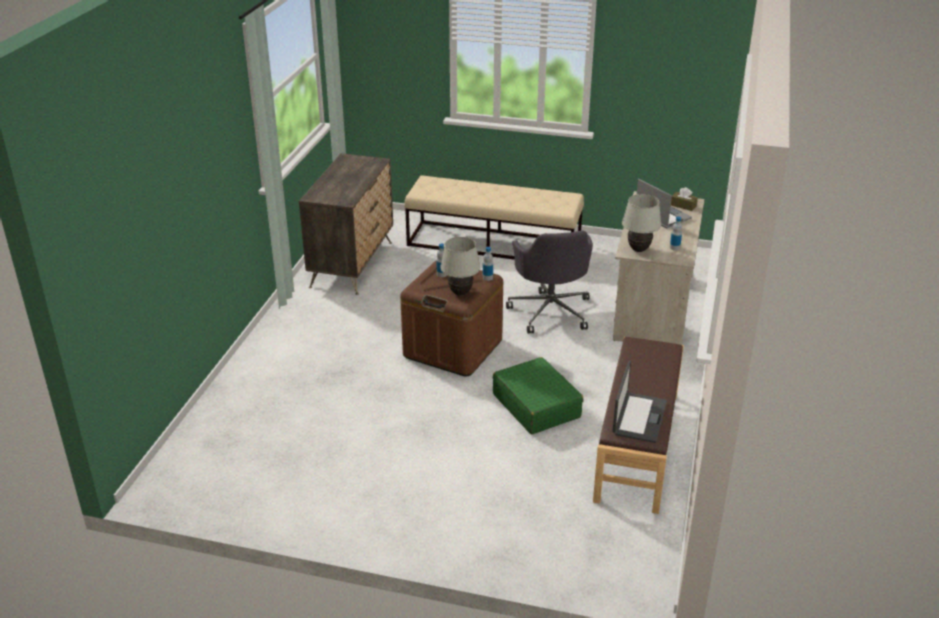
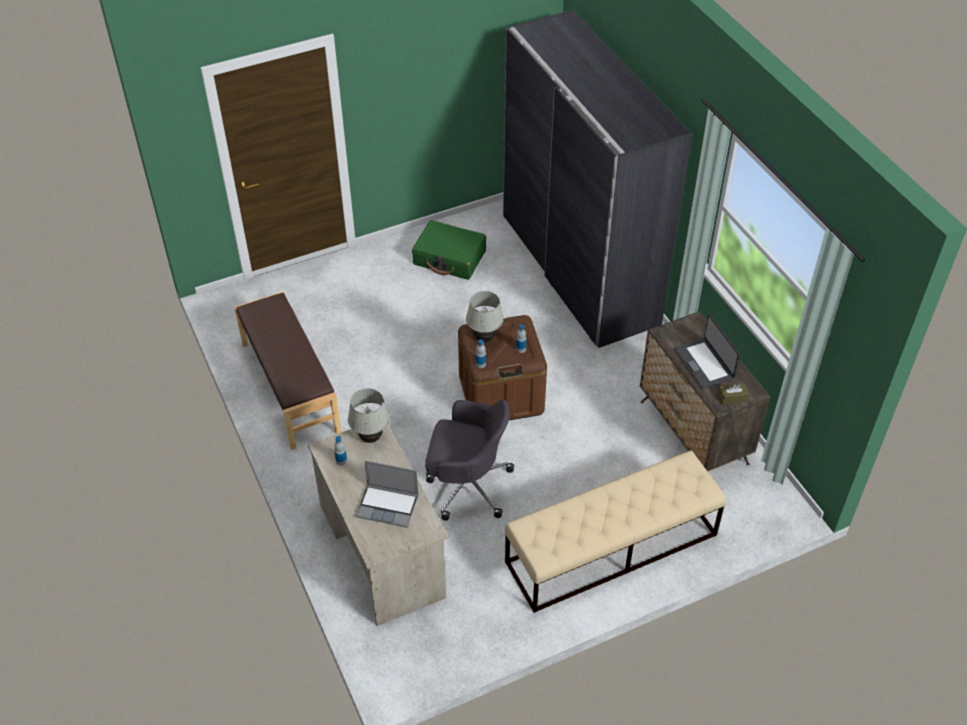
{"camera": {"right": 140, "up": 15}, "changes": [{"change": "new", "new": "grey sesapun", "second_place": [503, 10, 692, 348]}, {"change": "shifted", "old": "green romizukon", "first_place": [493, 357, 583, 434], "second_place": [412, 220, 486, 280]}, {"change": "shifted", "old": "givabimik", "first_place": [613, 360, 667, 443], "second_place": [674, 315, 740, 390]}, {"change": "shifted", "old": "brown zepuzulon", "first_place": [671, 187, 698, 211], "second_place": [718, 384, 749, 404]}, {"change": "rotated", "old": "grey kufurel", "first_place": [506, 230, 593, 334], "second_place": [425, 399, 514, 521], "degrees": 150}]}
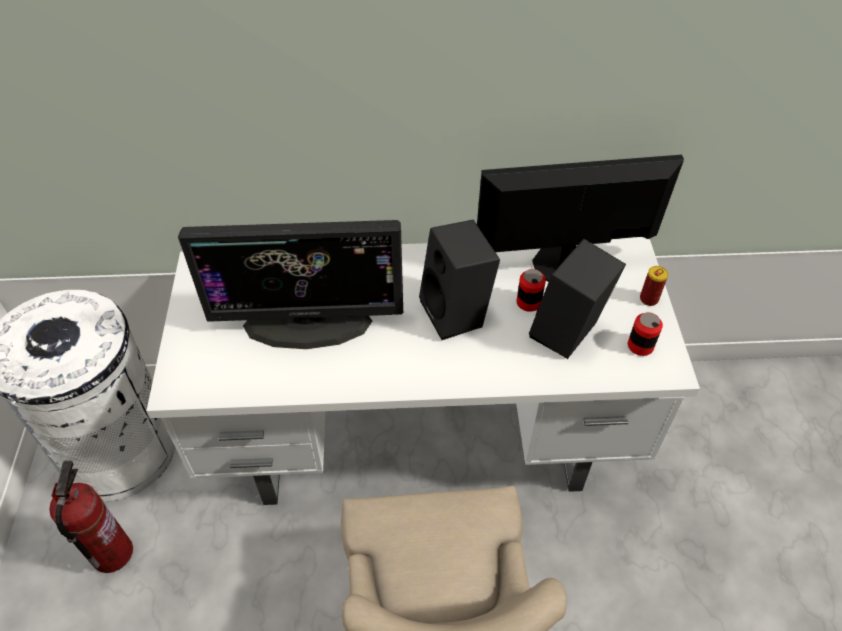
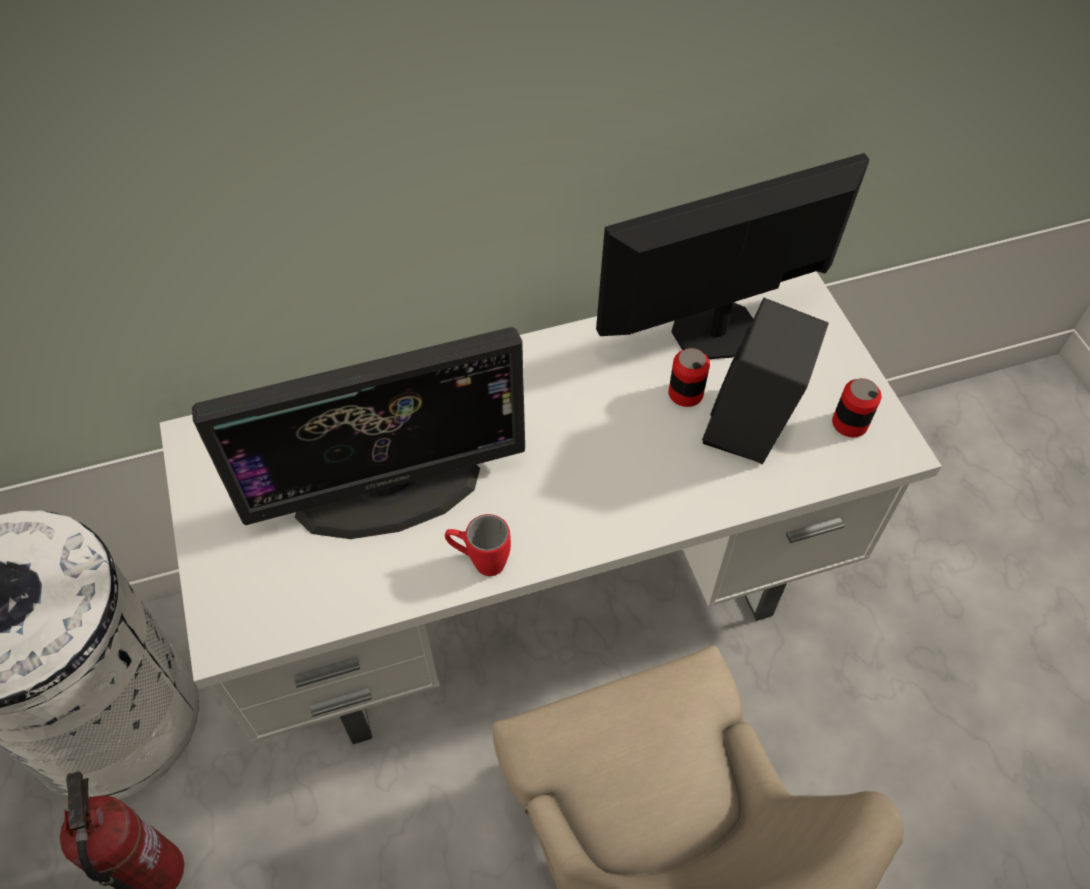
{"camera": {"right": -15, "up": 5}, "changes": [{"change": "gone", "old": "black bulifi", "first_place": [419, 220, 500, 340]}, {"change": "gone", "old": "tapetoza", "first_place": [640, 266, 668, 306]}, {"change": "new", "new": "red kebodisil", "second_place": [445, 514, 511, 576]}]}
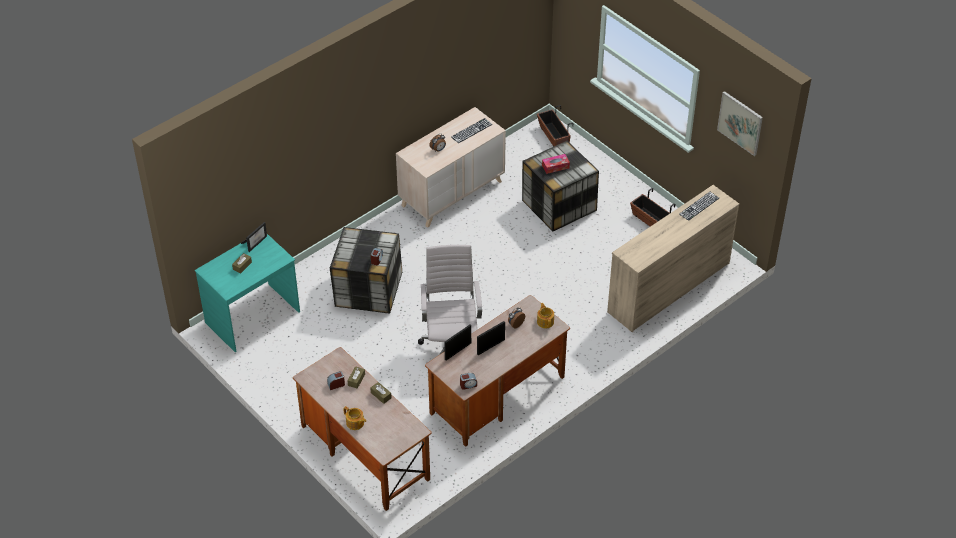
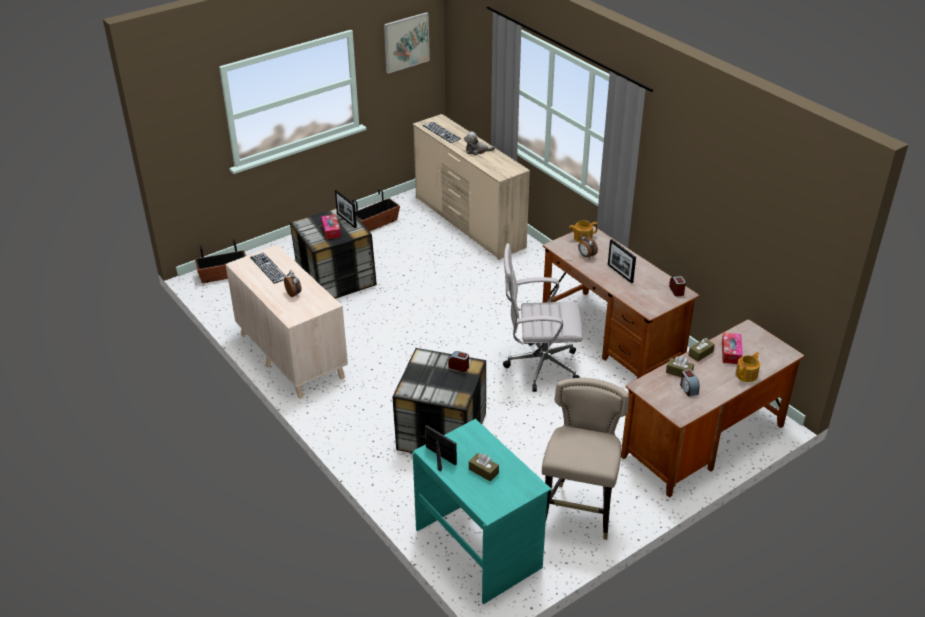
{"camera": {"right": -85, "up": -10}, "changes": [{"change": "new", "new": "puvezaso", "second_place": [464, 131, 495, 155]}, {"change": "new", "new": "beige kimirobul", "second_place": [542, 378, 629, 540]}, {"change": "new", "new": "zepuzulon", "second_place": [722, 332, 743, 364]}, {"change": "shifted", "old": "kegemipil", "first_place": [444, 325, 471, 361], "second_place": [335, 190, 357, 228]}]}
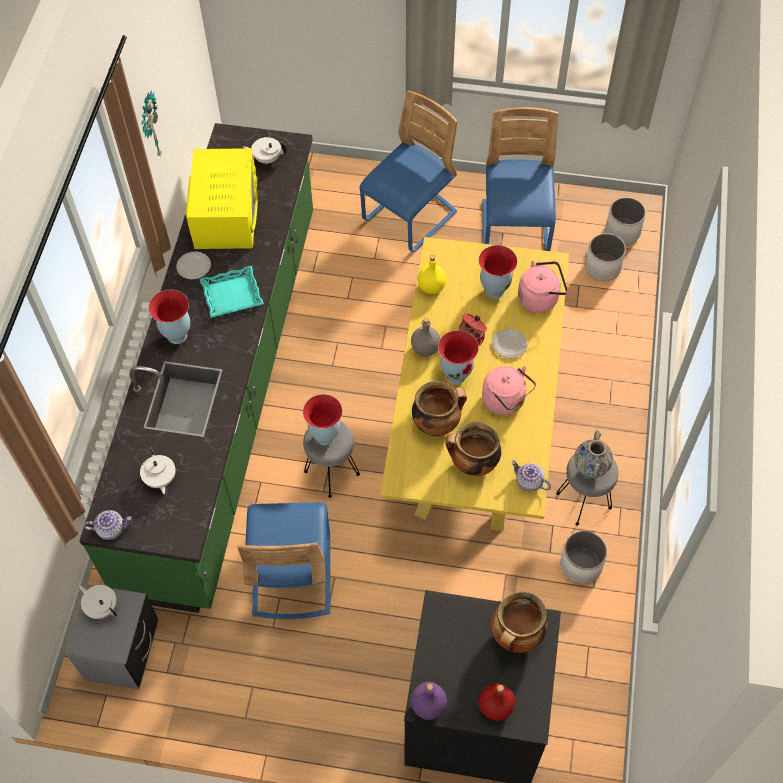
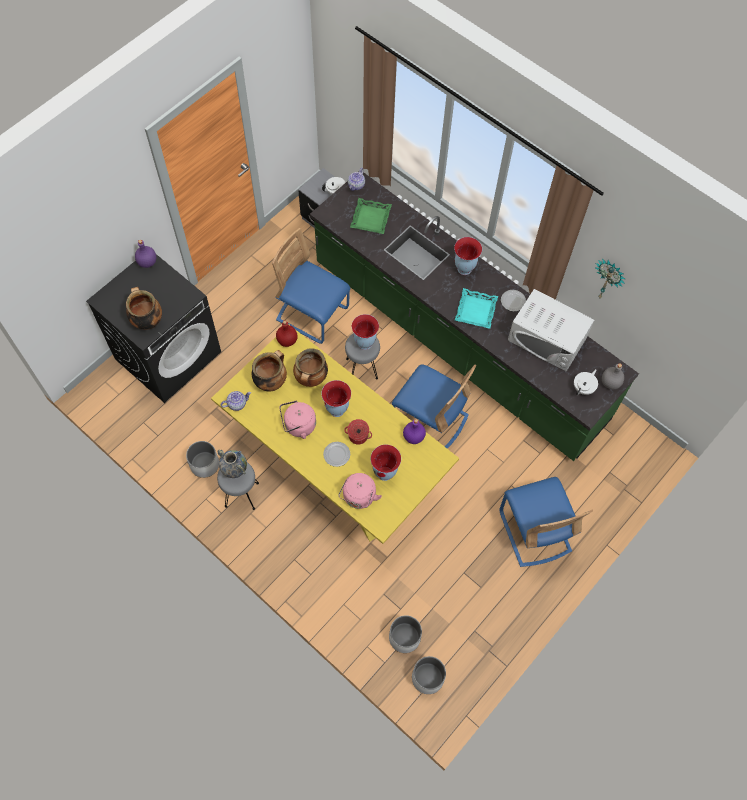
{"camera": {"right": 120, "up": 5}, "changes": [{"change": "shifted", "old": "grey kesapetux", "first_place": [411, 318, 440, 356], "second_place": [602, 363, 624, 389]}, {"change": "shifted", "old": "red kesapetux", "first_place": [479, 683, 515, 721], "second_place": [276, 321, 298, 347]}, {"change": "shifted", "old": "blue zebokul", "first_place": [483, 107, 558, 251], "second_place": [392, 364, 476, 448]}, {"change": "swapped", "old": "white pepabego", "new": "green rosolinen", "first_place": [140, 447, 175, 494], "second_place": [350, 198, 392, 234]}, {"change": "repainted", "old": "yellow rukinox", "new": "white rukinox", "first_place": [186, 148, 258, 249], "second_place": [508, 289, 594, 371]}, {"change": "repainted", "old": "yellow kesapetux", "new": "purple kesapetux", "first_place": [418, 255, 446, 294], "second_place": [403, 419, 426, 444]}]}
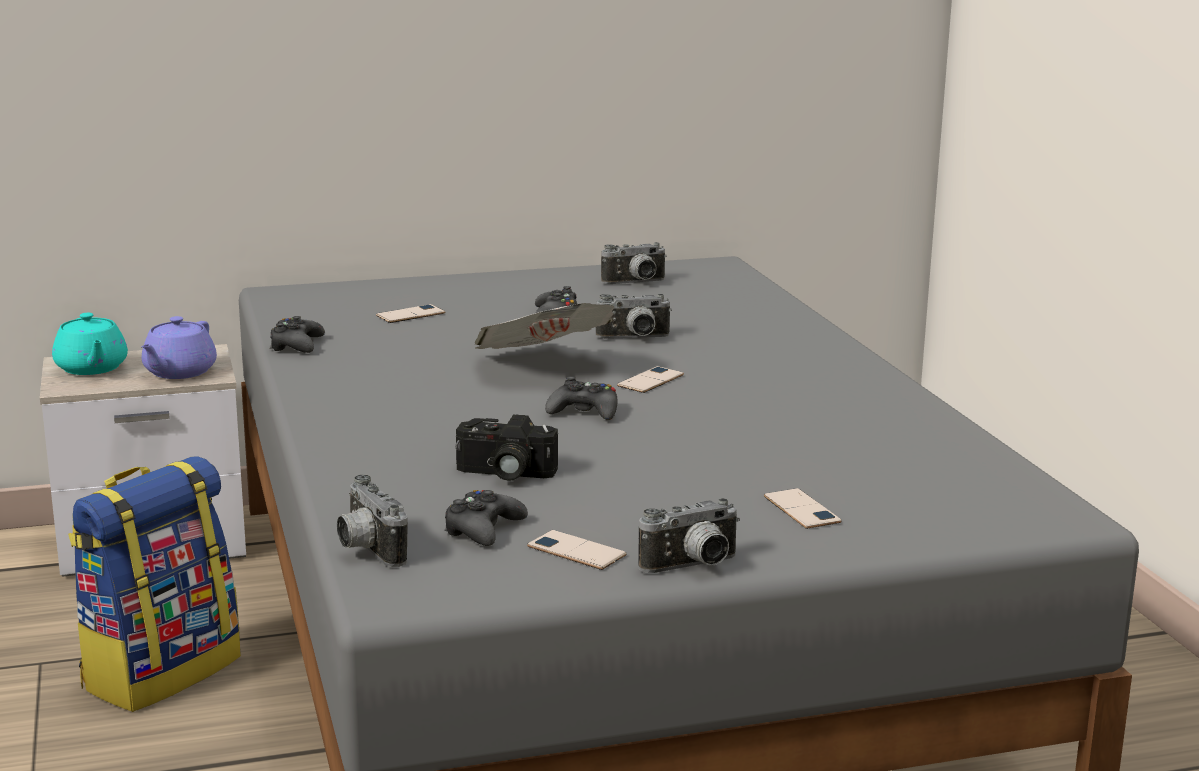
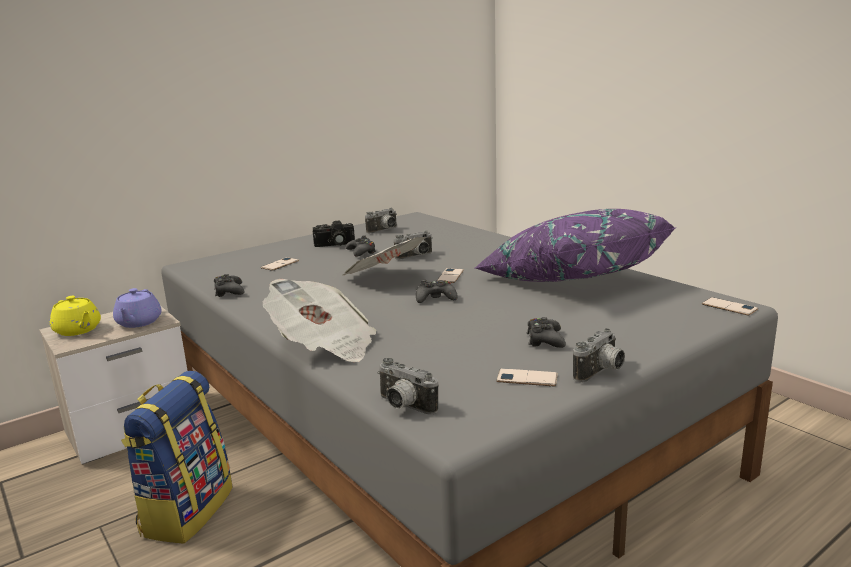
{"camera": {"right": -20, "up": 0}, "changes": [{"change": "new", "new": "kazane", "second_place": [263, 279, 377, 362]}, {"change": "new", "new": "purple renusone", "second_place": [474, 209, 675, 282]}, {"change": "shifted", "old": "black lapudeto", "first_place": [444, 490, 528, 546], "second_place": [526, 317, 566, 348]}, {"change": "shifted", "old": "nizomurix", "first_place": [456, 415, 558, 481], "second_place": [312, 220, 355, 247]}, {"change": "shifted", "old": "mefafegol", "first_place": [764, 488, 842, 529], "second_place": [702, 297, 758, 316]}, {"change": "repainted", "old": "turquoise pepabego", "new": "yellow pepabego", "first_place": [52, 313, 128, 375], "second_place": [50, 296, 101, 336]}]}
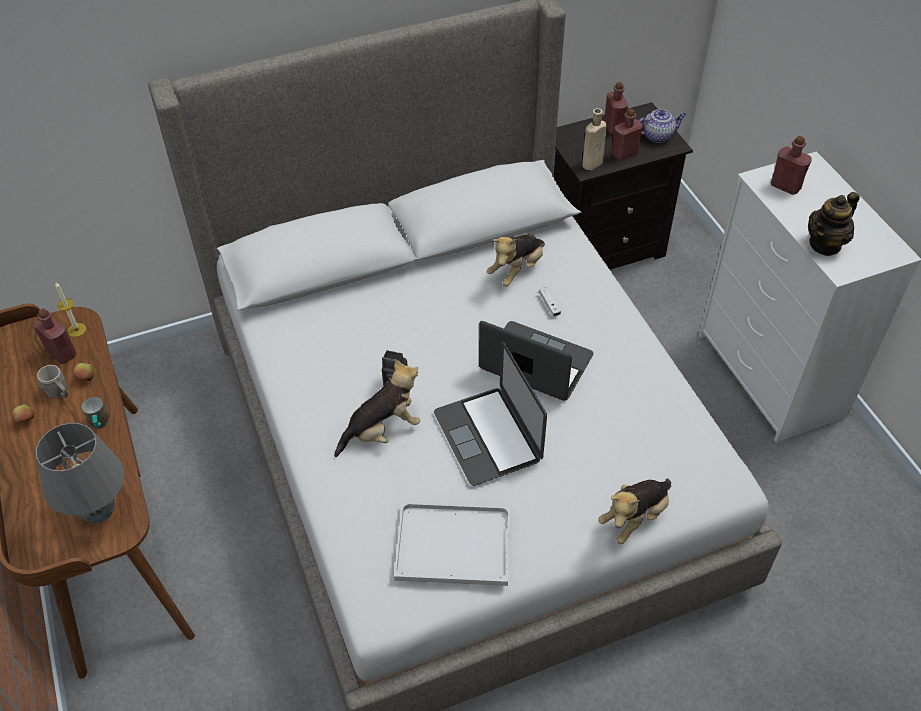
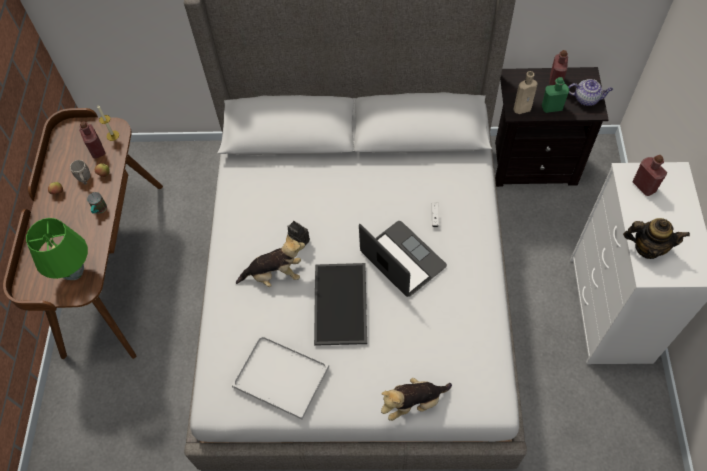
{"camera": {"right": 25, "up": 10}, "changes": [{"change": "gone", "old": "puvezaso", "first_place": [487, 234, 545, 287]}, {"change": "swapped", "old": "givabimik", "new": "rosolinen", "first_place": [434, 342, 547, 486], "second_place": [314, 263, 367, 346]}, {"change": "repainted", "old": "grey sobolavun", "new": "green sobolavun", "first_place": [36, 423, 125, 523], "second_place": [26, 218, 88, 280]}, {"change": "repainted", "old": "red kesapetux", "new": "green kesapetux", "first_place": [612, 109, 643, 161], "second_place": [542, 77, 569, 113]}, {"change": "rotated", "old": "pepabego", "first_place": [808, 192, 860, 256], "second_place": [623, 218, 690, 259], "degrees": -150}]}
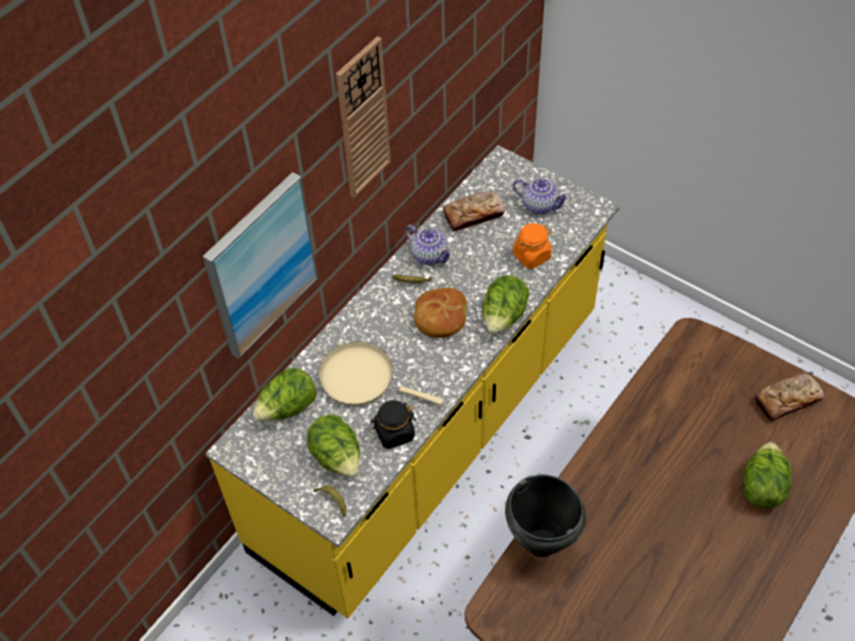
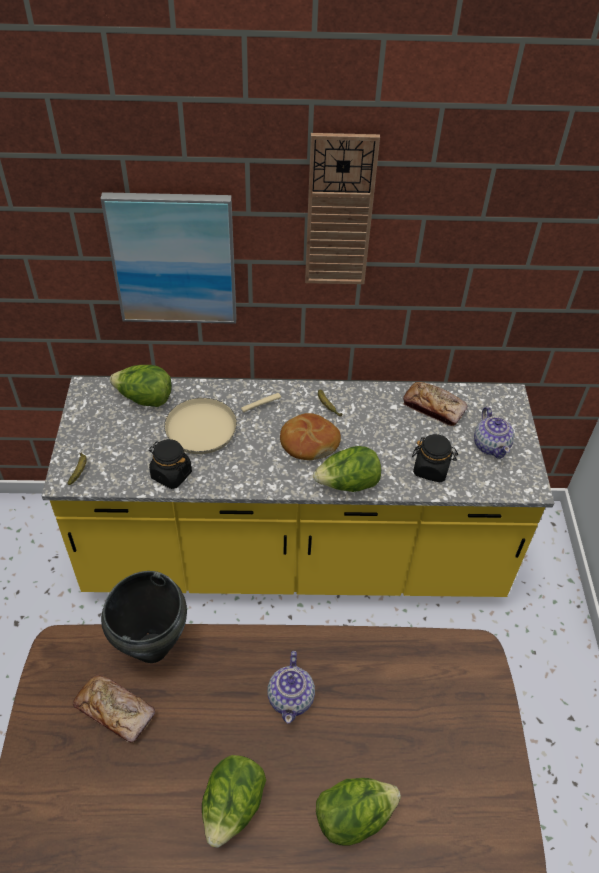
{"camera": {"right": 50, "up": -5}, "changes": [{"change": "shifted", "old": "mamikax", "first_place": [307, 414, 360, 477], "second_place": [202, 755, 266, 848]}, {"change": "shifted", "old": "pepabego", "first_place": [405, 225, 454, 265], "second_place": [268, 651, 315, 723]}, {"change": "shifted", "old": "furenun", "first_place": [755, 373, 824, 422], "second_place": [73, 675, 155, 743]}, {"change": "repainted", "old": "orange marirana", "new": "black marirana", "first_place": [513, 223, 552, 269], "second_place": [412, 434, 458, 482]}, {"change": "rotated", "old": "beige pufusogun", "first_place": [318, 341, 444, 406], "second_place": [164, 393, 281, 454], "degrees": -105}]}
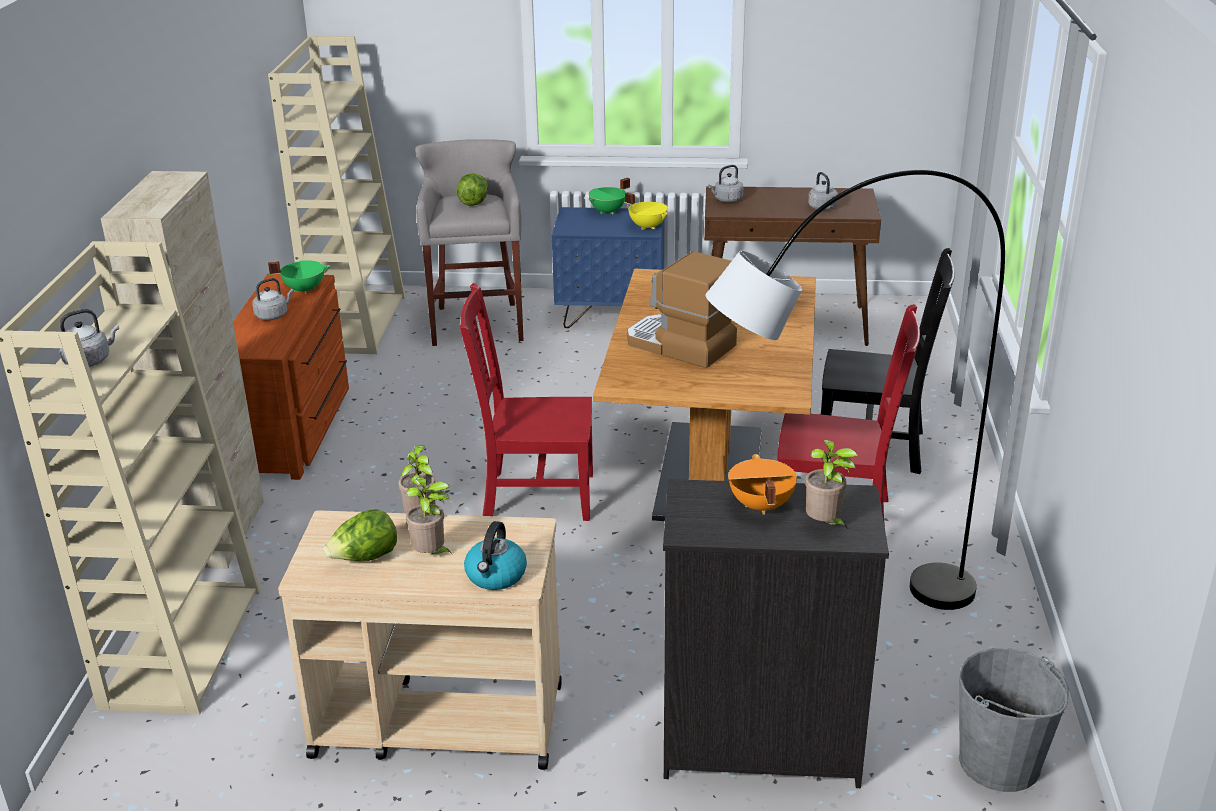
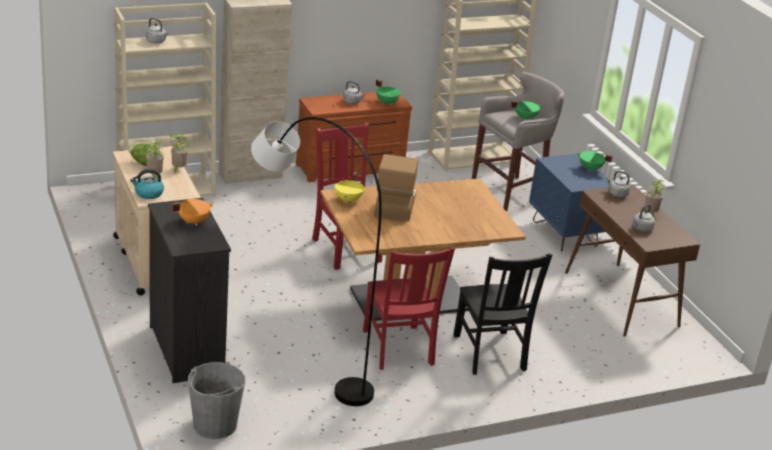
{"camera": {"right": 60, "up": 0}, "changes": [{"change": "shifted", "old": "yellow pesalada", "first_place": [625, 192, 668, 230], "second_place": [335, 171, 364, 203]}, {"change": "shifted", "old": "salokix", "first_place": [805, 440, 858, 529], "second_place": [644, 179, 665, 217]}, {"change": "swapped", "old": "mamikax", "new": "green pesalada", "first_place": [457, 174, 488, 206], "second_place": [510, 101, 542, 121]}]}
